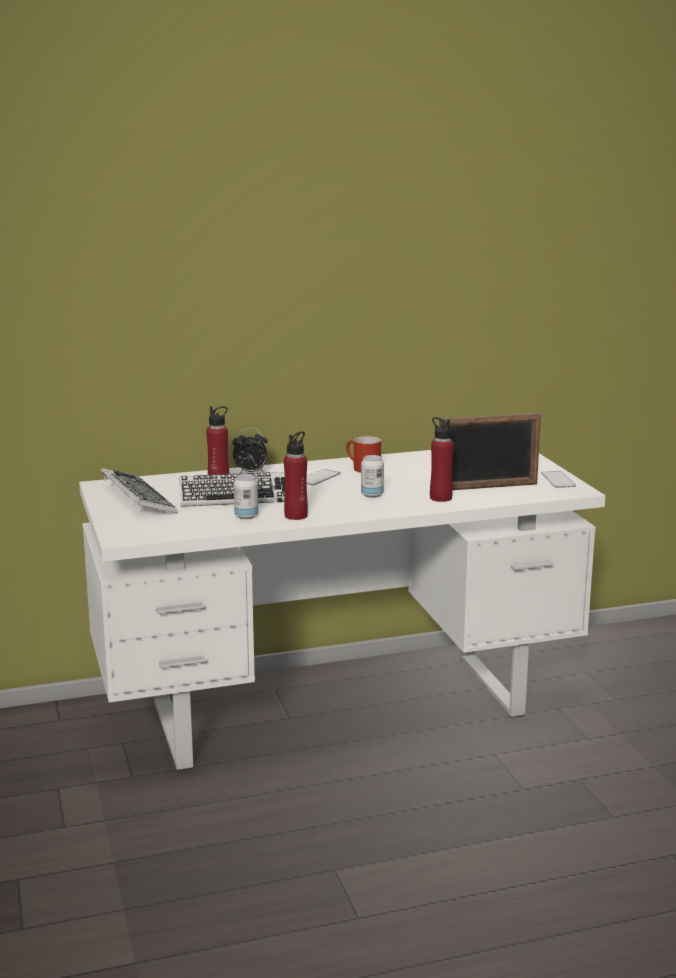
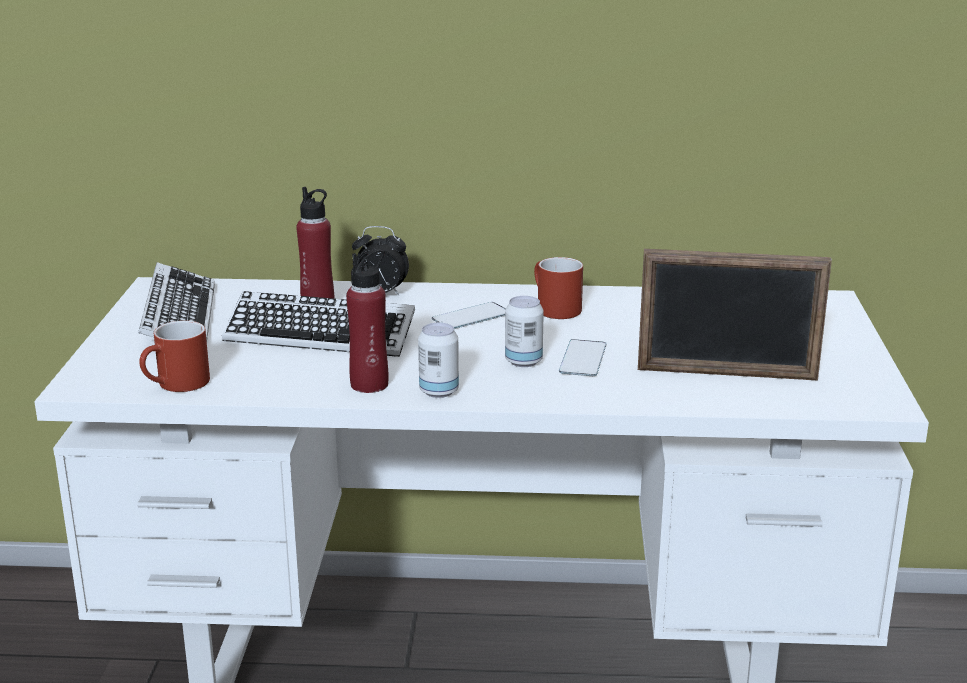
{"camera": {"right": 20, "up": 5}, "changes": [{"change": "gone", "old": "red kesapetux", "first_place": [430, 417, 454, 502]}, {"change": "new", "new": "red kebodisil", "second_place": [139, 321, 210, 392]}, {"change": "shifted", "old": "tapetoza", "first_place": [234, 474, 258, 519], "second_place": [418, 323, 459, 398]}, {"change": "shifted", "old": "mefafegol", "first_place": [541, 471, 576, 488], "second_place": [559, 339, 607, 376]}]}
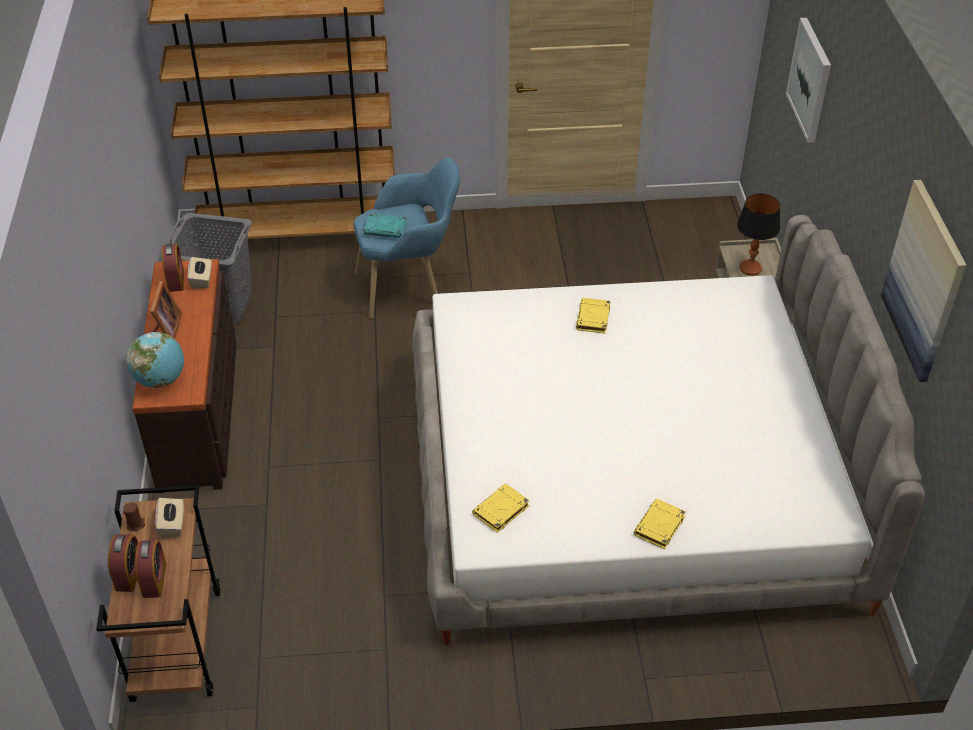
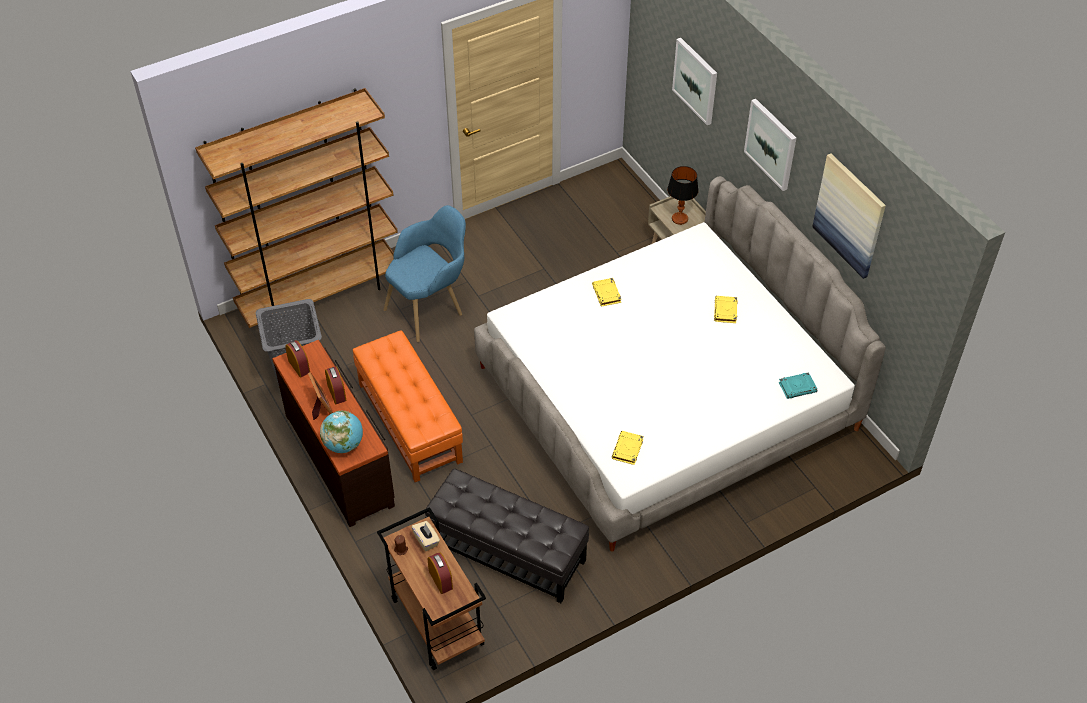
{"camera": {"right": -25, "up": 5}, "changes": [{"change": "gone", "old": "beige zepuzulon", "first_place": [188, 257, 212, 289]}, {"change": "new", "new": "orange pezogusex", "second_place": [353, 330, 463, 482]}, {"change": "new", "new": "black pezogusex", "second_place": [425, 469, 589, 603]}, {"change": "new", "new": "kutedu", "second_place": [744, 99, 796, 191]}, {"change": "shifted", "old": "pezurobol", "first_place": [108, 534, 138, 592], "second_place": [325, 366, 347, 404]}, {"change": "shifted", "old": "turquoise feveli", "first_place": [364, 213, 407, 238], "second_place": [779, 372, 817, 399]}, {"change": "shifted", "old": "yellow feveli", "first_place": [633, 499, 686, 549], "second_place": [714, 296, 738, 323]}]}
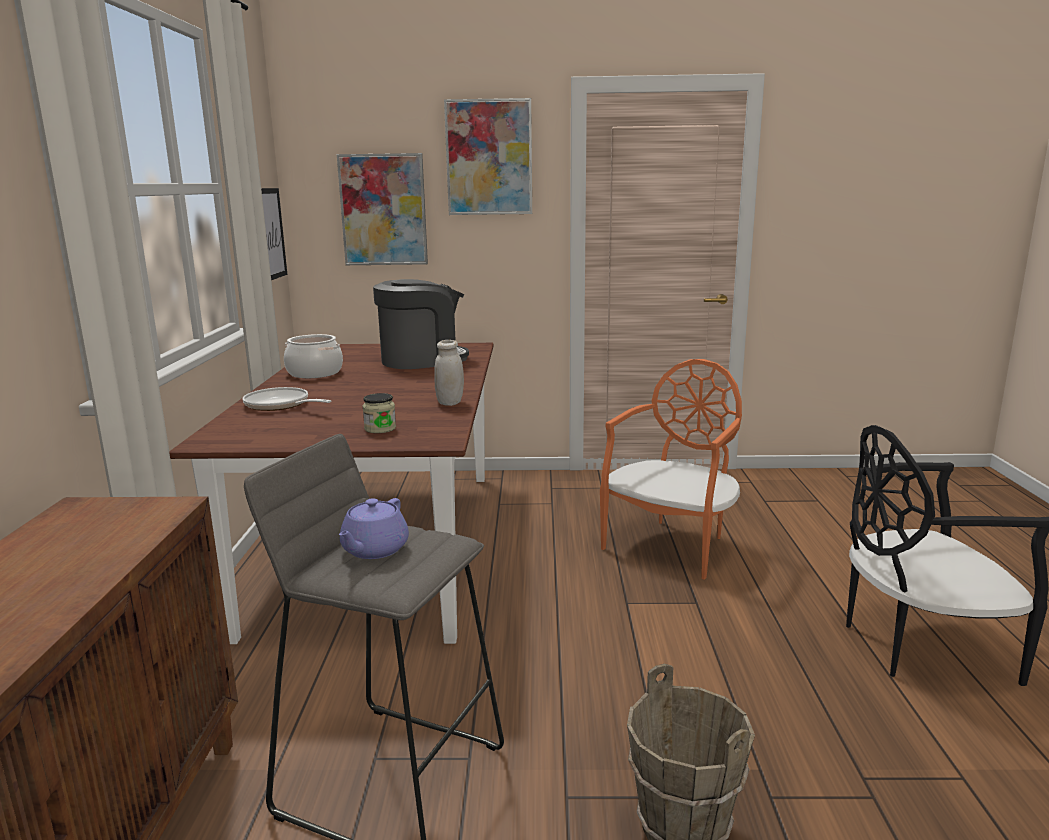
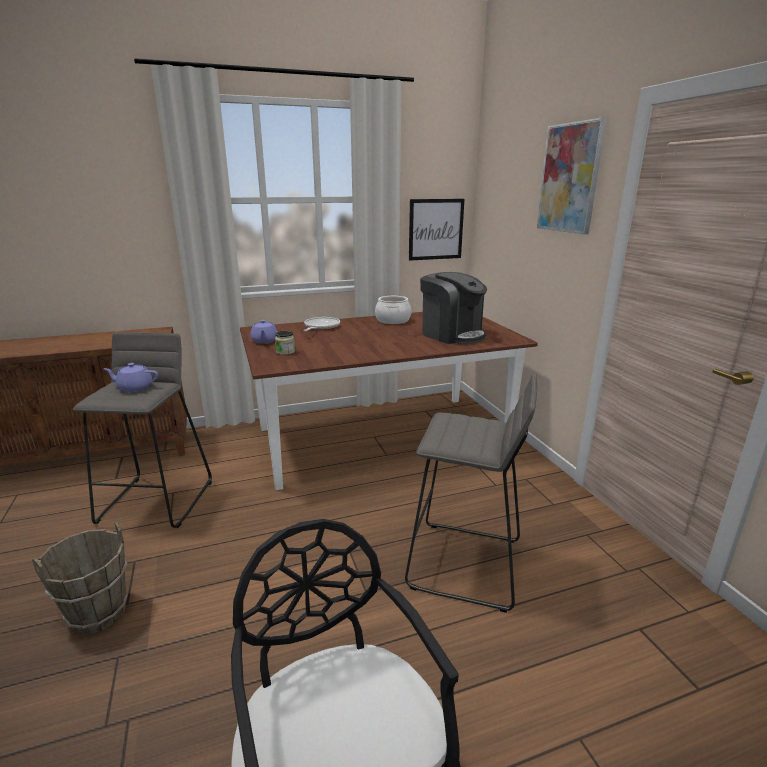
{"camera": {"right": 70, "up": 5}, "changes": [{"change": "gone", "old": "kutedu", "first_place": [337, 153, 428, 265]}, {"change": "gone", "old": "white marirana", "first_place": [434, 340, 464, 406]}, {"change": "new", "new": "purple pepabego", "second_place": [250, 320, 278, 343]}, {"change": "swapped", "old": "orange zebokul", "new": "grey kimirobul", "first_place": [600, 359, 742, 579], "second_place": [405, 373, 537, 613]}]}
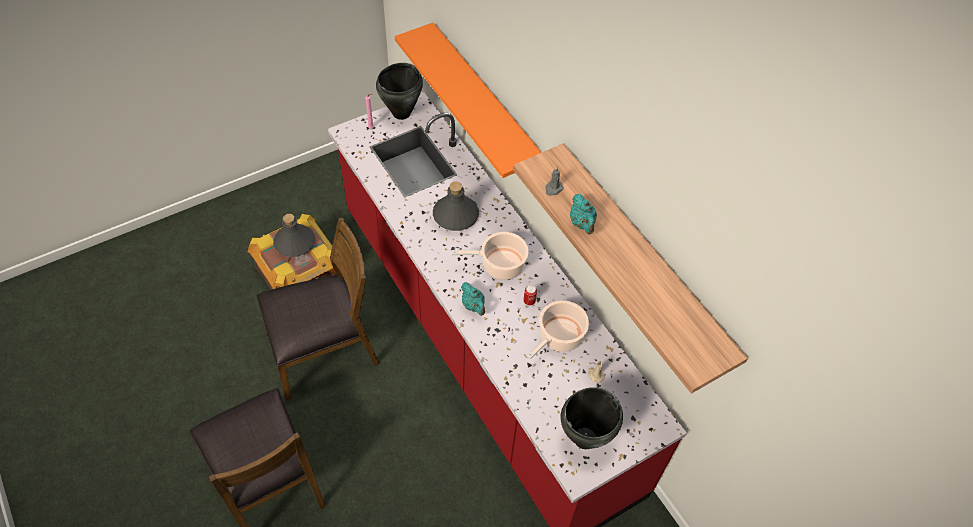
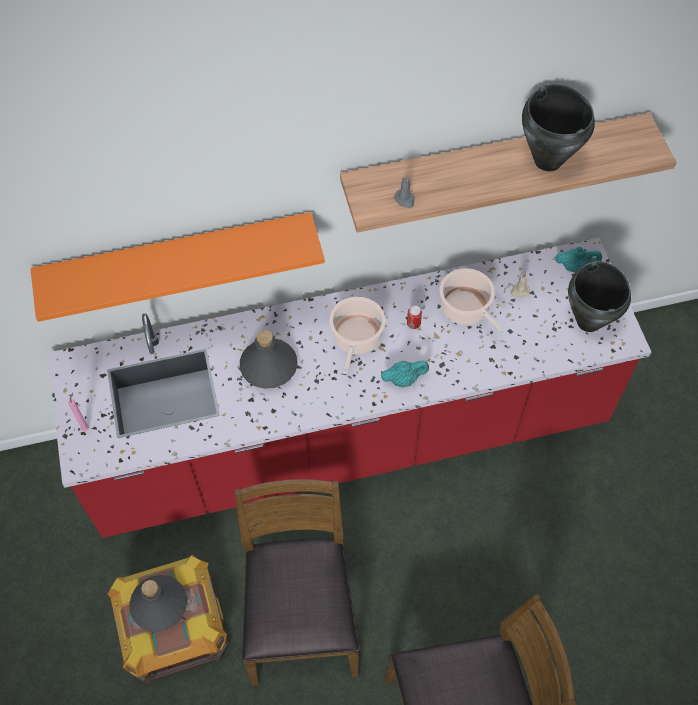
{"camera": {"right": -70, "up": 5}, "changes": [{"change": "shifted", "old": "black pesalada", "first_place": [376, 63, 423, 120], "second_place": [522, 84, 595, 171]}, {"change": "shifted", "old": "turquoise pepabego", "first_place": [570, 194, 597, 234], "second_place": [555, 247, 602, 273]}]}
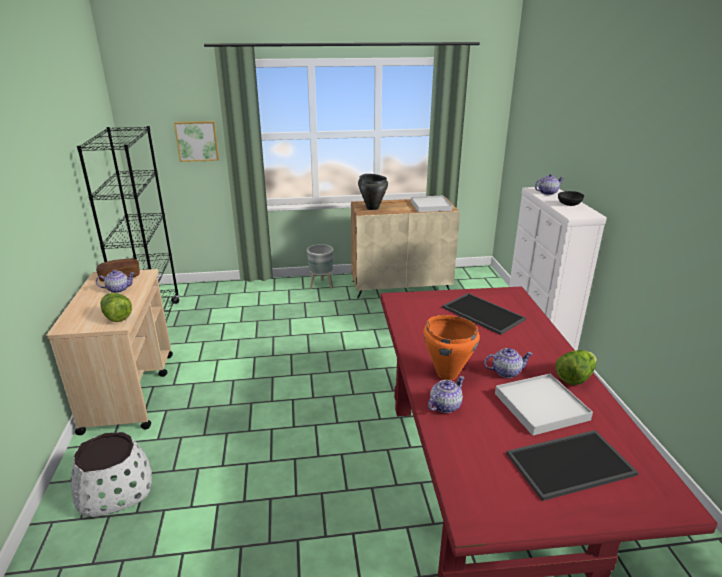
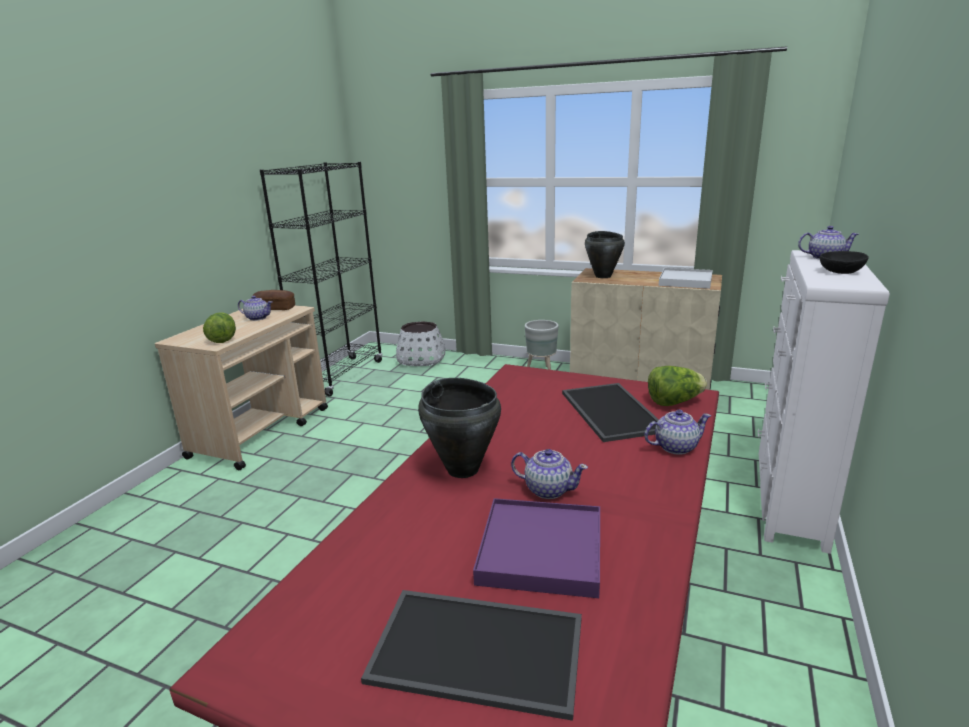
{"camera": {"right": 30, "up": -5}, "changes": [{"change": "gone", "old": "kutedu", "first_place": [174, 121, 219, 162]}, {"change": "shifted", "old": "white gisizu", "first_place": [71, 432, 152, 517], "second_place": [396, 321, 446, 366]}, {"change": "shifted", "old": "pepabego", "first_place": [428, 376, 465, 413], "second_place": [644, 410, 711, 455]}, {"change": "shifted", "old": "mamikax", "first_place": [555, 350, 596, 385], "second_place": [648, 366, 707, 406]}, {"change": "repainted", "old": "orange pesalada", "new": "black pesalada", "first_place": [423, 315, 480, 380], "second_place": [418, 378, 501, 478]}, {"change": "repainted", "old": "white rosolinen", "new": "purple rosolinen", "first_place": [495, 374, 593, 436], "second_place": [473, 498, 600, 598]}]}
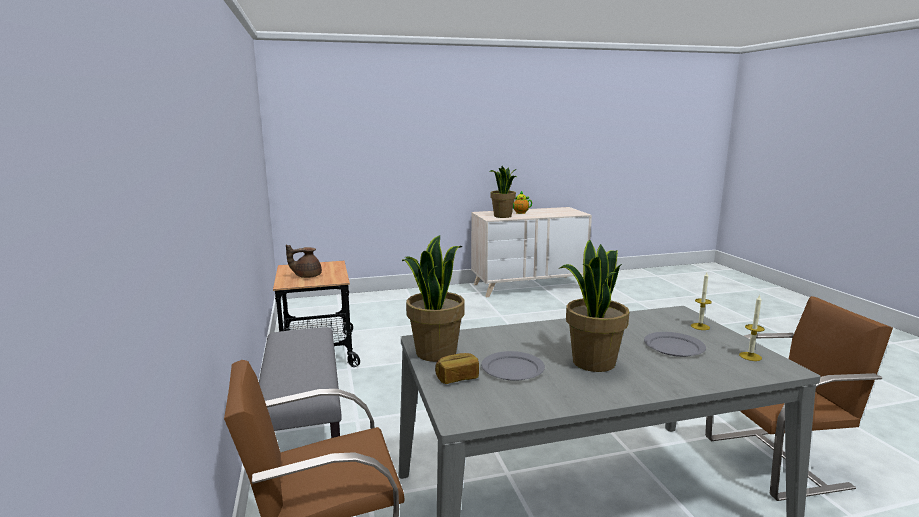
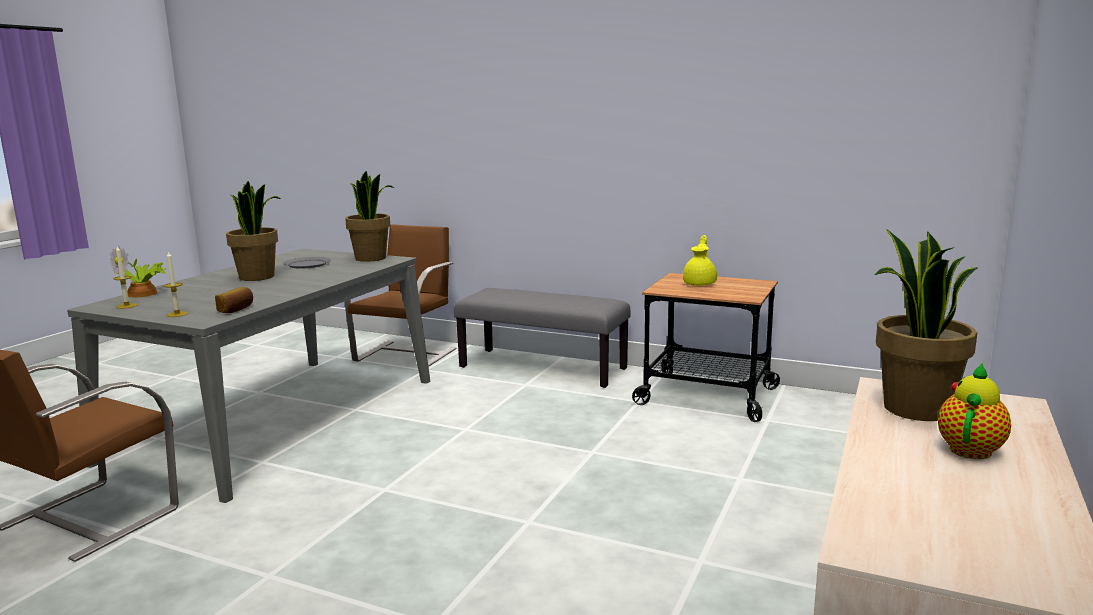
{"camera": {"right": 130, "up": 0}, "changes": [{"change": "gone", "old": "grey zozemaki", "first_place": [644, 332, 706, 357]}, {"change": "new", "new": "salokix", "second_place": [110, 246, 167, 298]}, {"change": "shifted", "old": "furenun", "first_place": [435, 353, 479, 384], "second_place": [215, 287, 253, 313]}, {"change": "repainted", "old": "brown pepabego", "new": "yellow pepabego", "first_place": [286, 244, 322, 278], "second_place": [683, 235, 717, 286]}]}
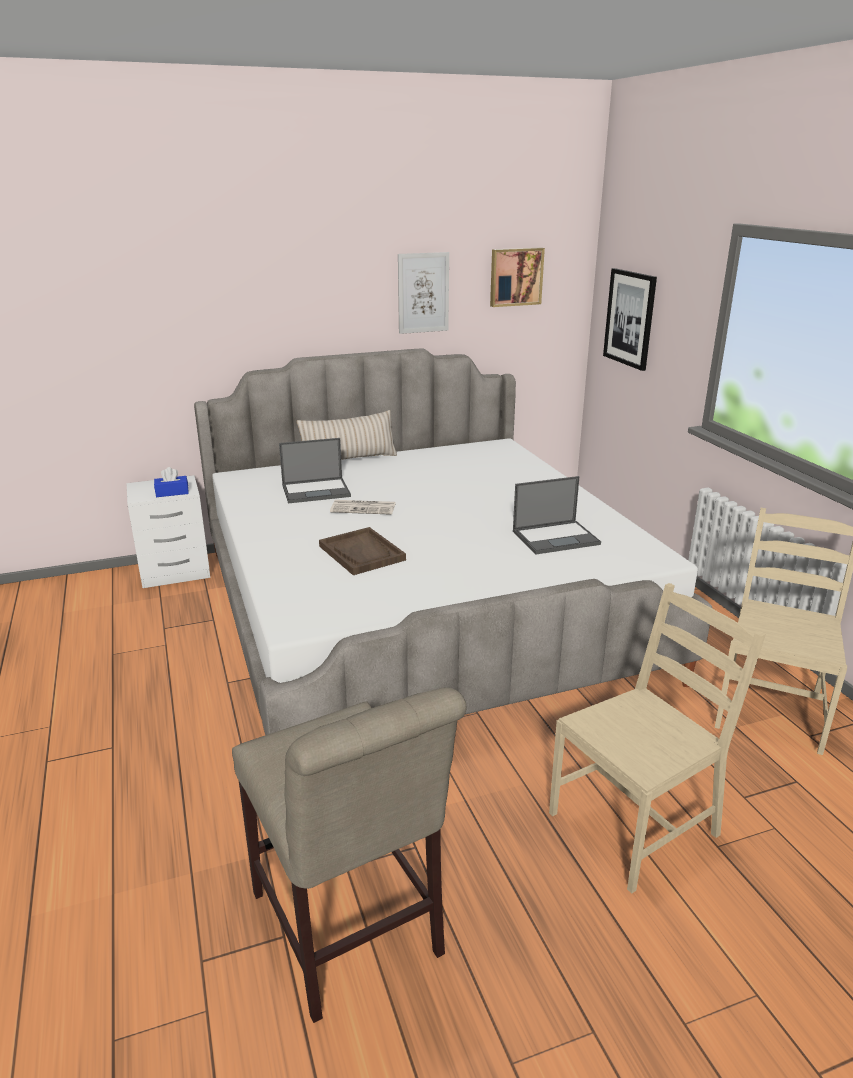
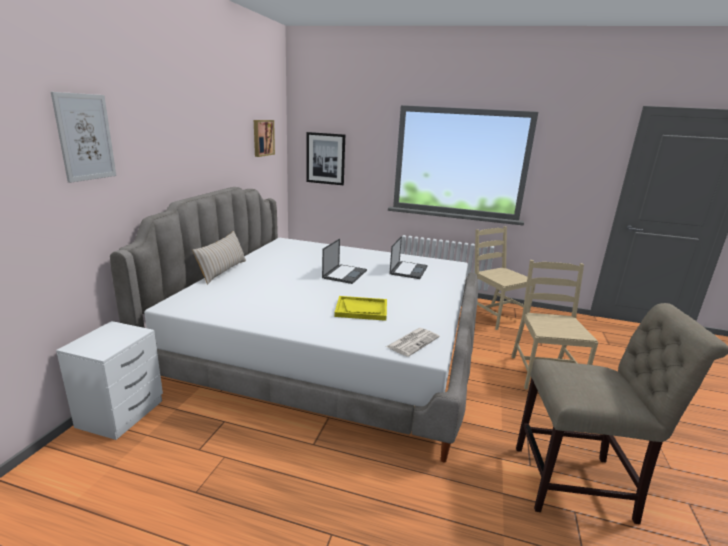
{"camera": {"right": -55, "up": -5}, "changes": [{"change": "gone", "old": "blue zepuzulon", "first_place": [154, 467, 189, 497]}, {"change": "shifted", "old": "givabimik", "first_place": [279, 438, 351, 504], "second_place": [322, 238, 367, 284]}, {"change": "shifted", "old": "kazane", "first_place": [330, 500, 396, 515], "second_place": [386, 328, 440, 357]}, {"change": "shifted", "old": "kutedu", "first_place": [398, 252, 449, 334], "second_place": [51, 92, 116, 183]}, {"change": "repainted", "old": "brown rosolinen", "new": "yellow rosolinen", "first_place": [319, 527, 406, 575], "second_place": [334, 296, 387, 321]}]}
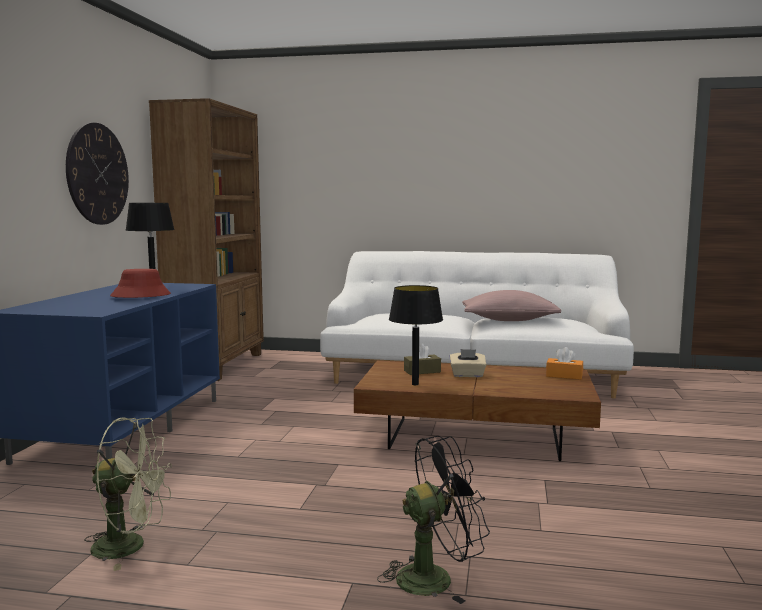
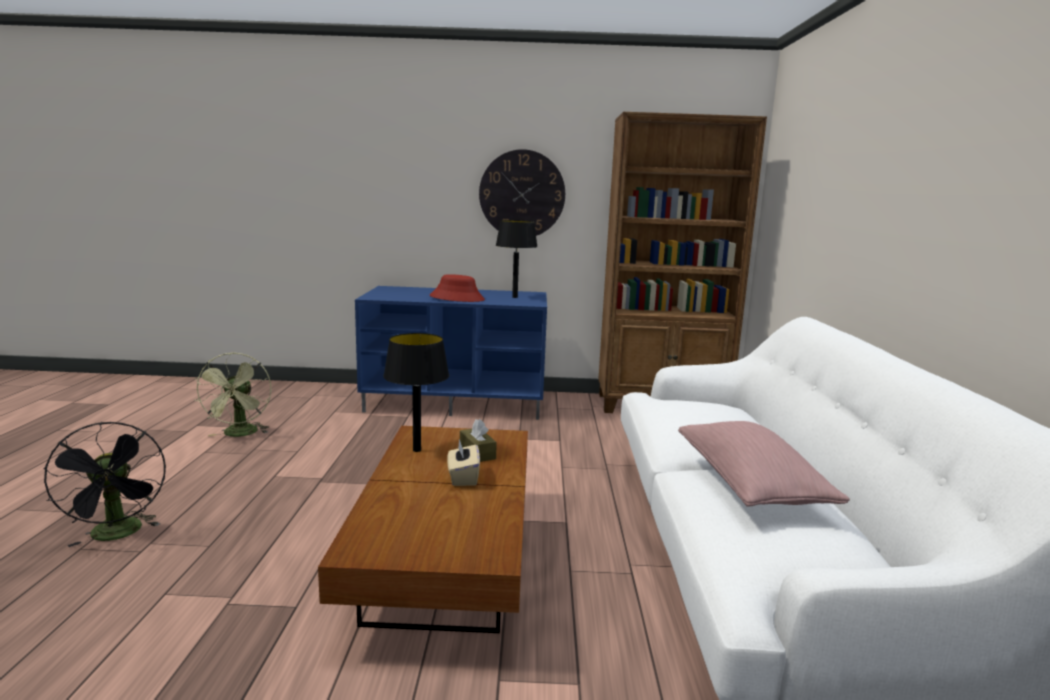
{"camera": {"right": 80, "up": 5}, "changes": [{"change": "gone", "old": "orange zepuzulon", "first_place": [546, 347, 583, 380]}]}
